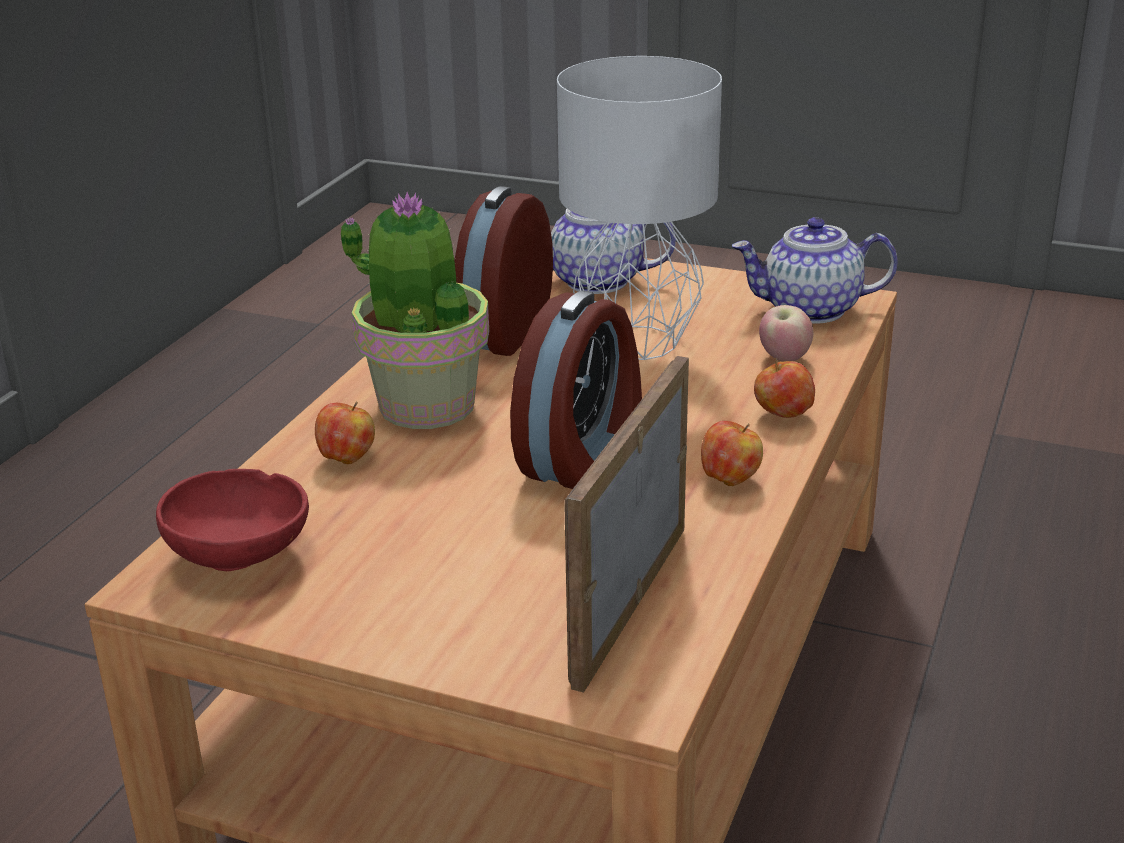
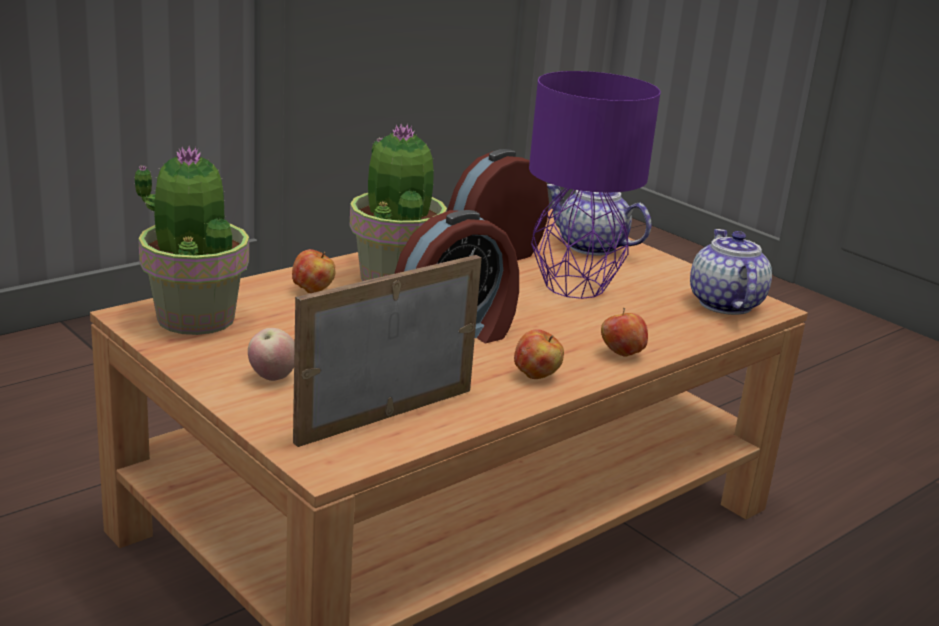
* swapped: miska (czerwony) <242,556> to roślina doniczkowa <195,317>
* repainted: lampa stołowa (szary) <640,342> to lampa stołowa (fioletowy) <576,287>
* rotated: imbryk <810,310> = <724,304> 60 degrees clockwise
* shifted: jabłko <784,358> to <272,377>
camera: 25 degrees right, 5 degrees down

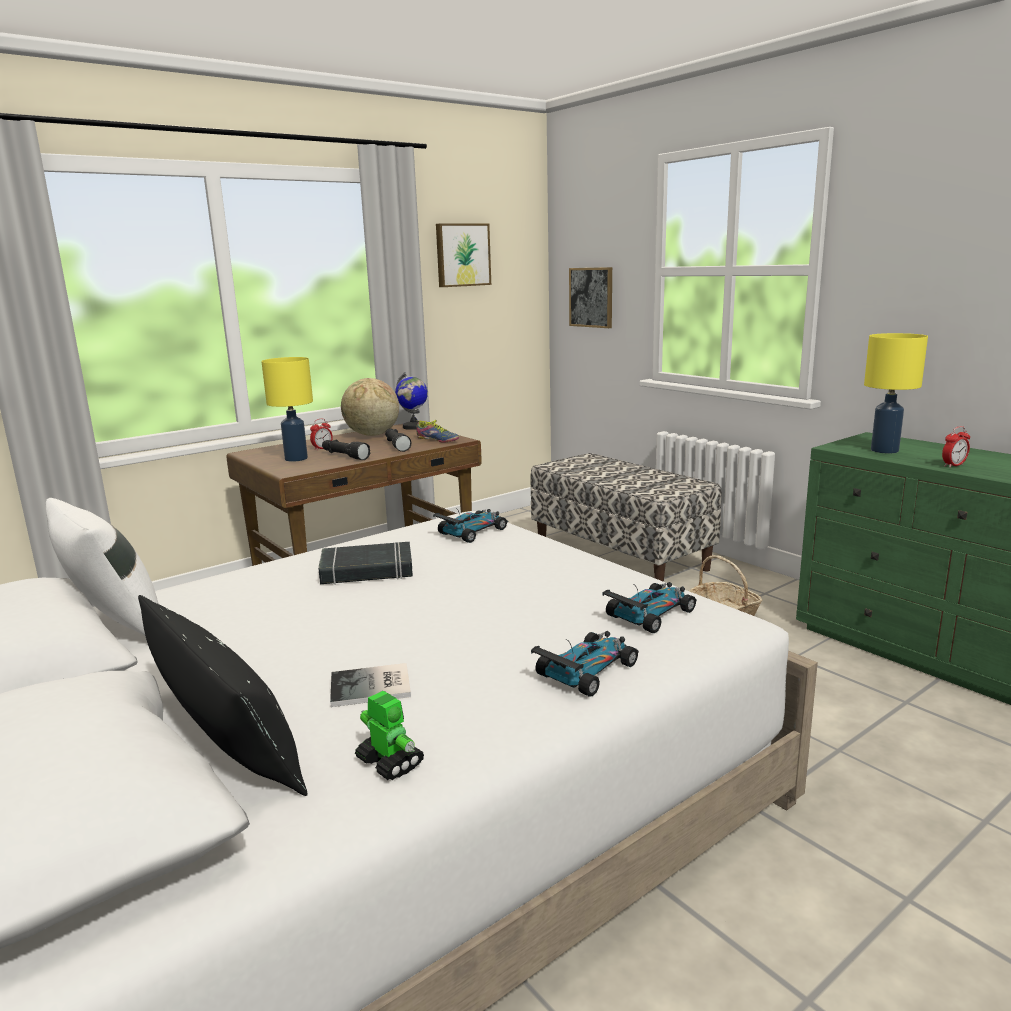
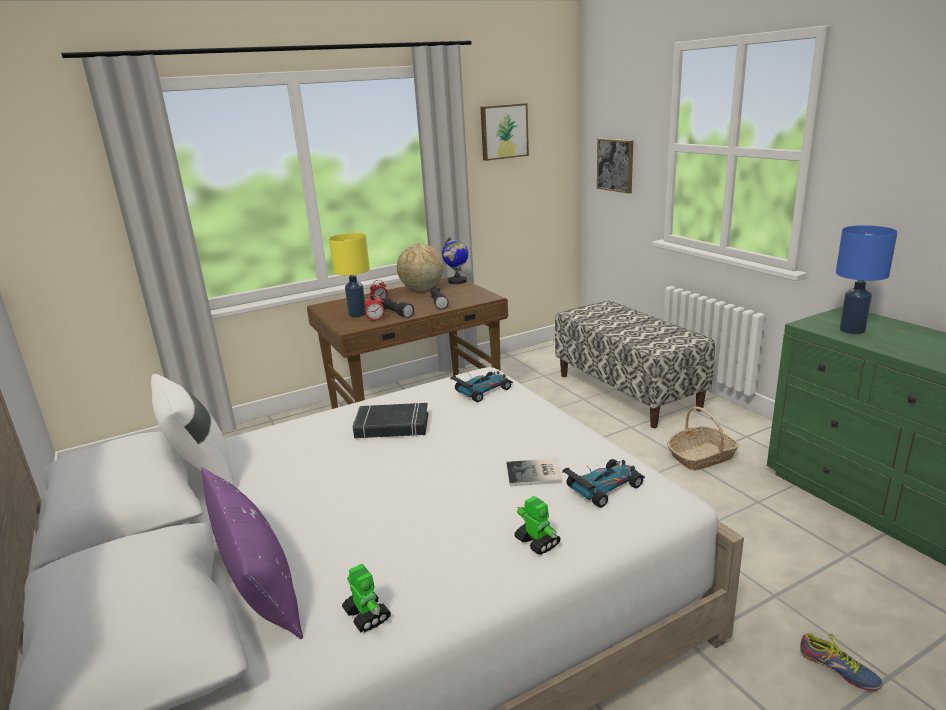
* repainted: poduszka (czarny) <226,738> to poduszka (fioletowy) <257,580>
* shifted: książka <373,687> to <535,474>
* shifted: but <436,440> to <838,671>
* swapped: samochodzik <587,671> to robot zabawkowy <537,542>
* repainted: lampa stołowa (żółty) <885,450> to lampa stołowa (niebieski) <853,330>
* shifted: budzik <953,465> to <375,320>
camera: 10 degrees right, 5 degrees up

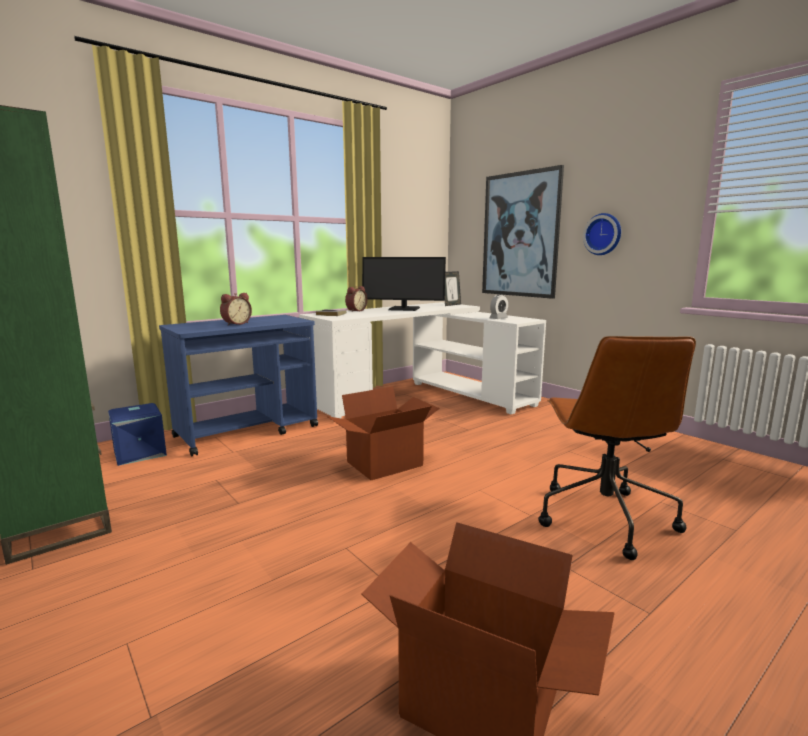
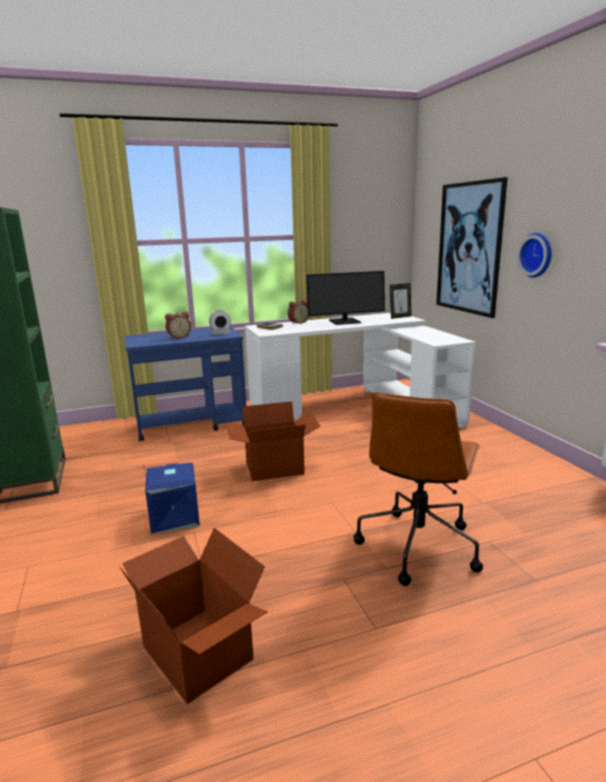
* shifted: pojemnik do przechowywania (niebieski) <138,453> to <174,517>
* rotated: monitor <404,309> = <345,321> 45 degrees counterclockwise
* shifted: budzik <498,318> to <221,333>
camera: 20 degrees right, 5 degrees up

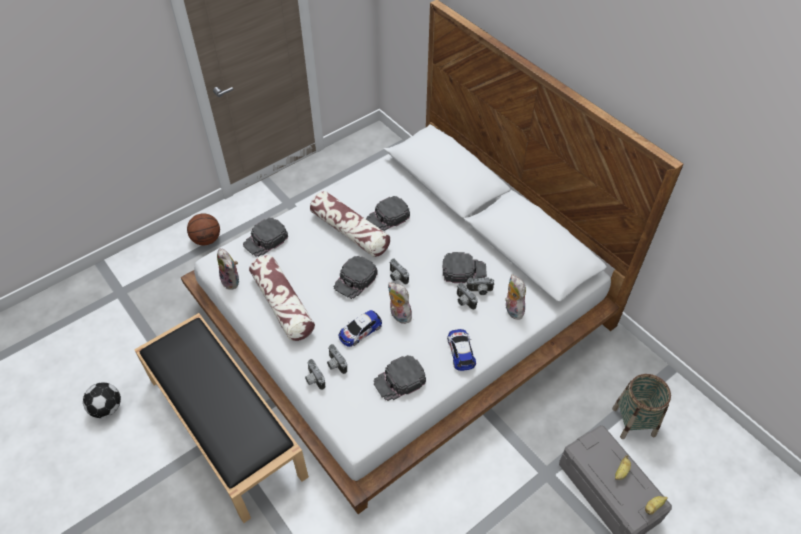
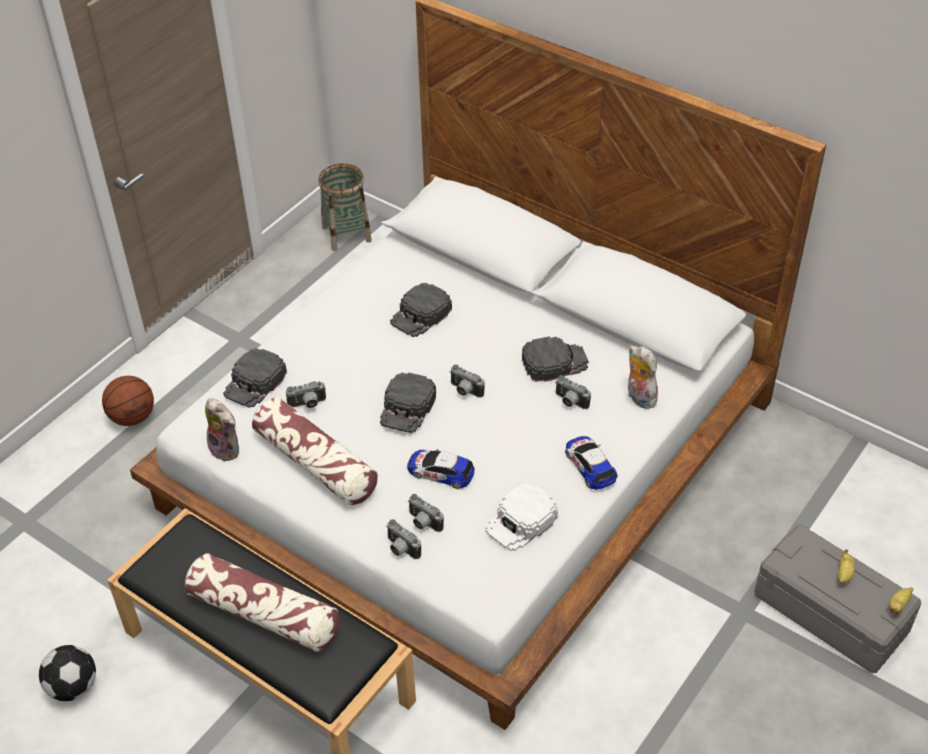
* shifted: poduszka <350,232> to <264,614>
* rotated: samochodzik <360,331> = <440,472> 75 degrees clockwise
* repainted: czapka z daszkiem (czarny) <399,381> to czapka z daszkiem (biały) <521,522>
* gone: pluszak <398,315>
* shifted: aparat fotograficzny <479,291> to <308,404>
* shifted: koszyk <633,421> to <346,234>
camera: 15 degrees left, 5 degrees down

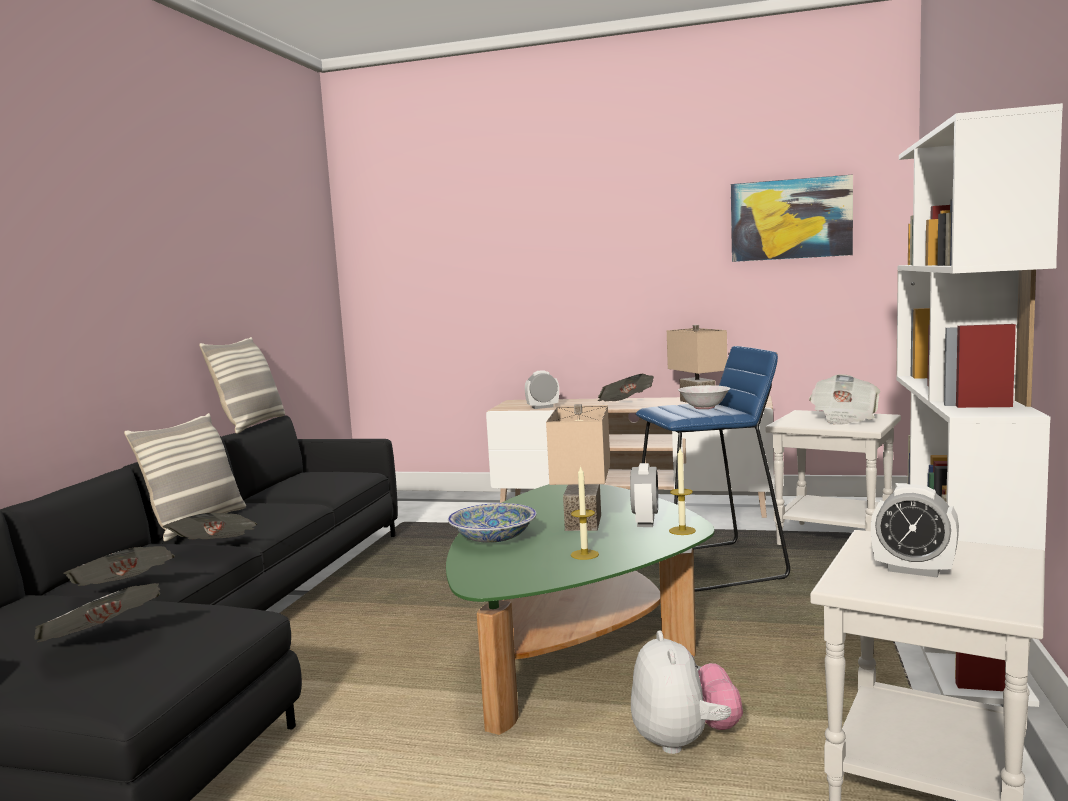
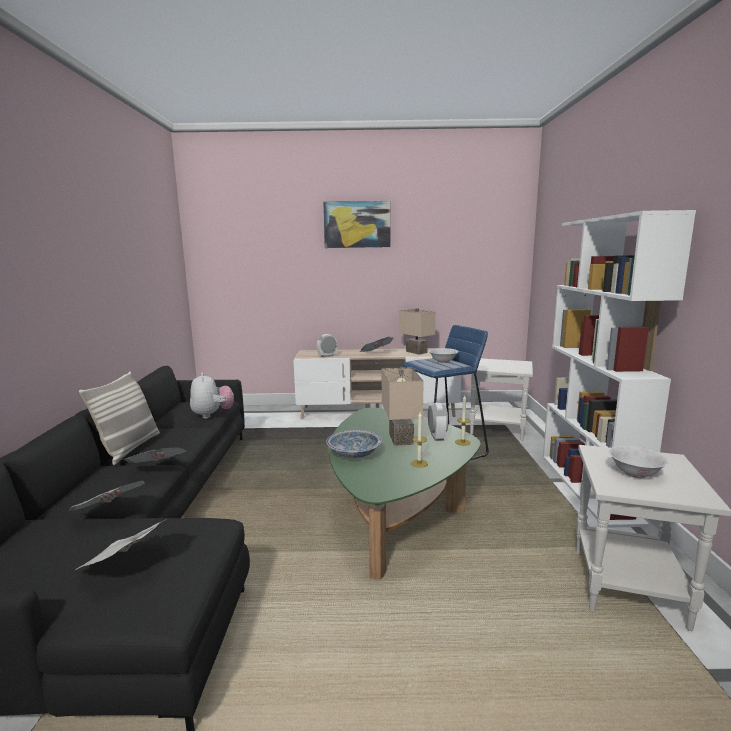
* gone: poduszka <251,425>
* shifted: pluszak <684,742> to <212,415>
* shifted: obraz <790,219> to <357,224>
* gone: gazeta <844,418>
* swapped: budzik <913,570> to miska (biały) <635,473>
camera: 15 degrees left, 5 degrees up

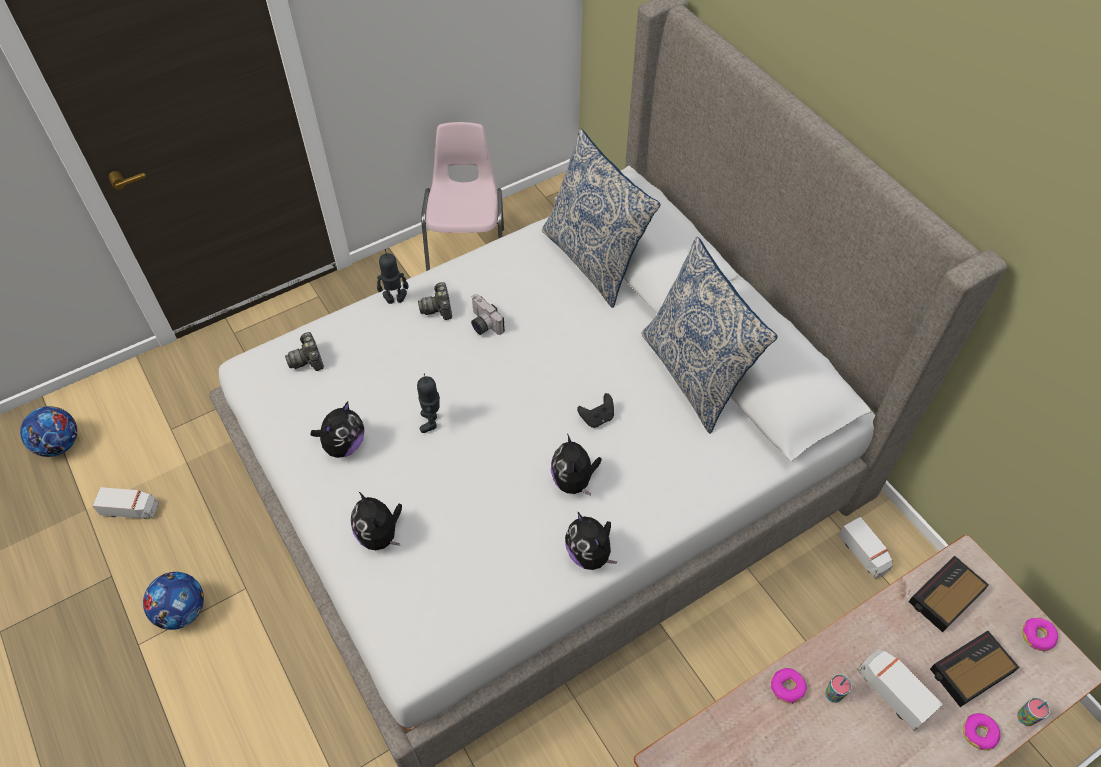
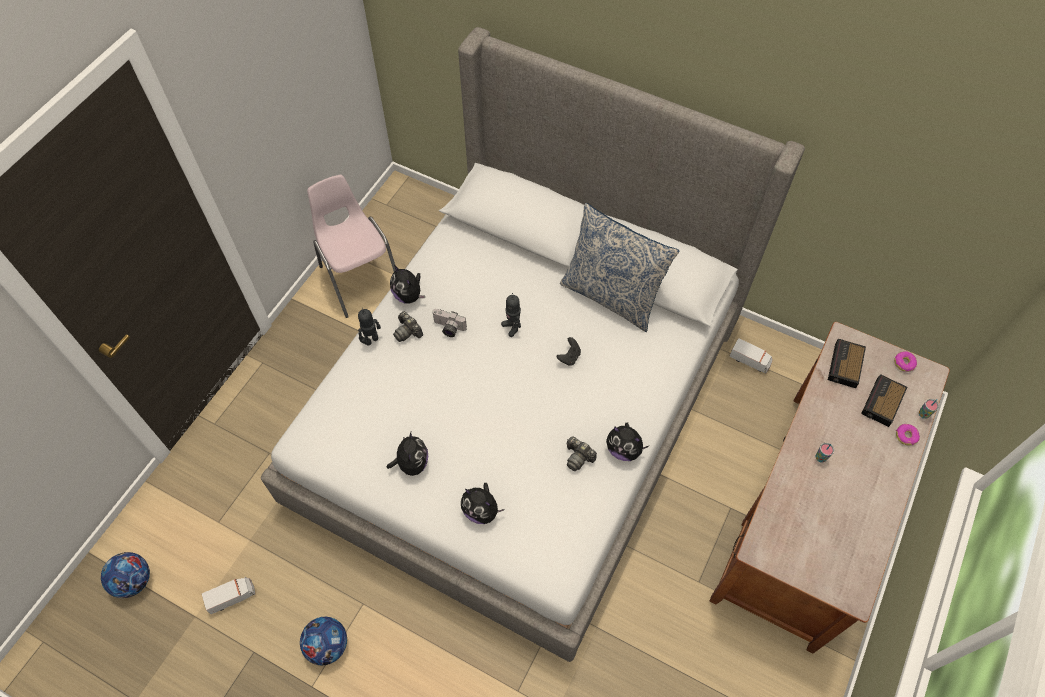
* shifted: aparat fotograficzny <307,359> to <578,457>
* shifted: robot zabawkowy <431,421> to <512,327>
* gone: poduszka <594,259>
* shifted: pluszak <574,481> to <409,295>
* gone: donut <787,687>
* gone: ciężarówka zabawkowa <892,692>
camera: 30 degrees left, 5 degrees up

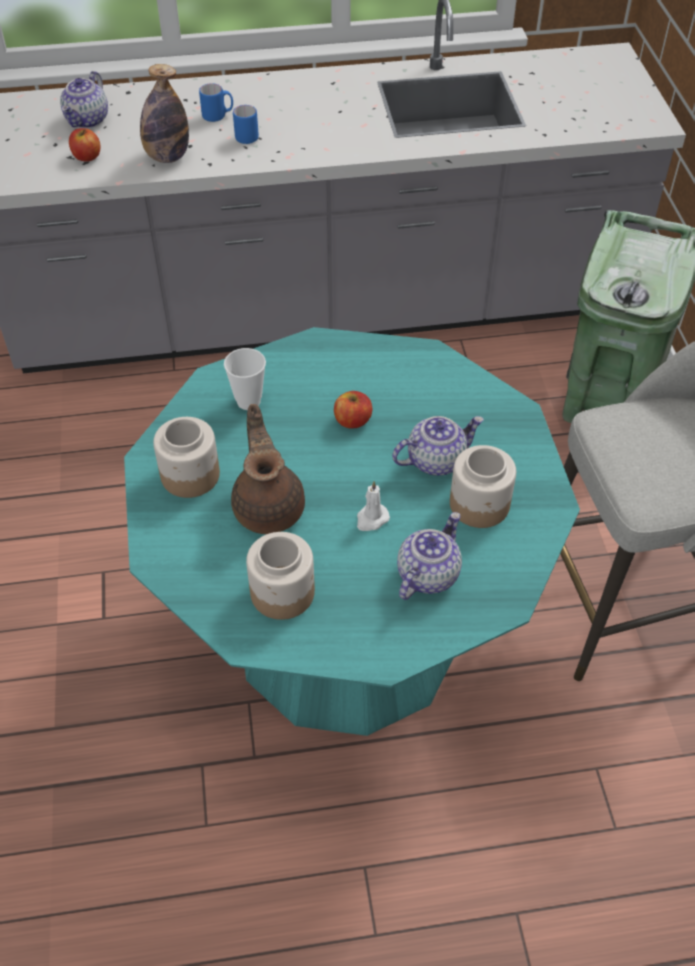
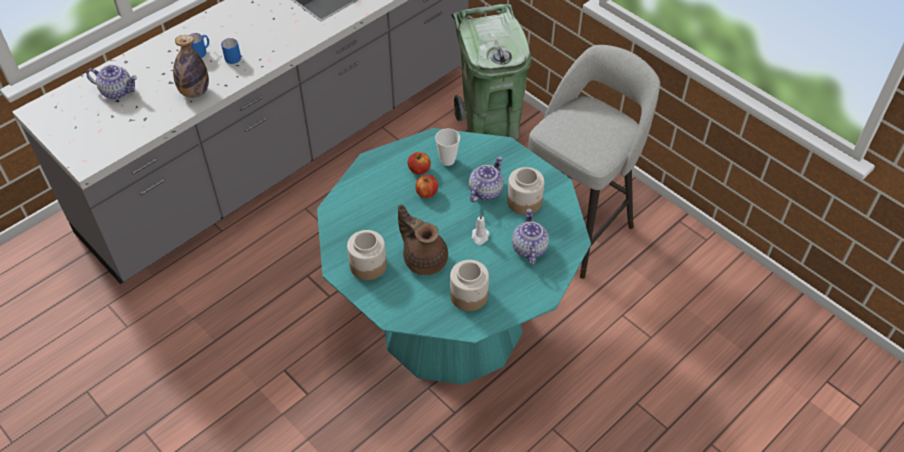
* rotated: imbryk <88,120> = <118,91> 60 degrees counterclockwise
* shifted: jabłko <87,157> to <419,170>
* shifted: filiżanka <248,401> to <447,160>
camera: 35 degrees left, 0 degrees up

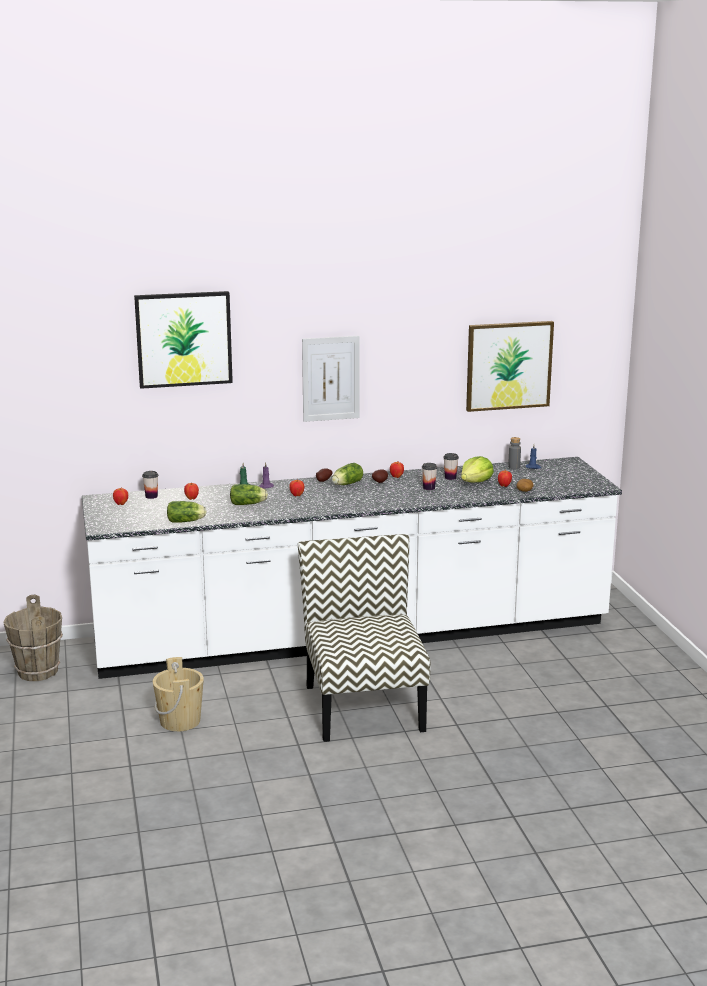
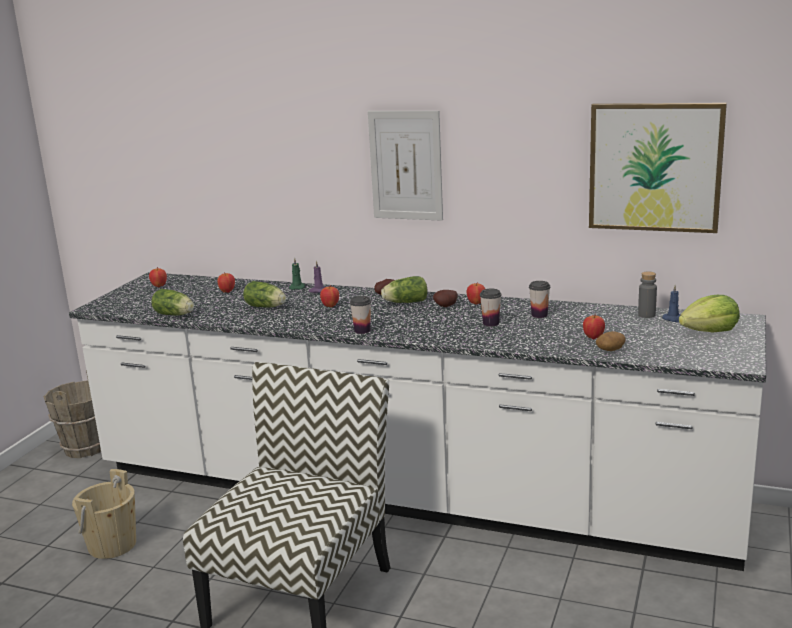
* gone: obraz <184,339>
* shifted: filiżanka <151,496> to <362,330>
* shifted: sałata <475,482> to <709,332>
camera: 35 degrees right, 0 degrees up

